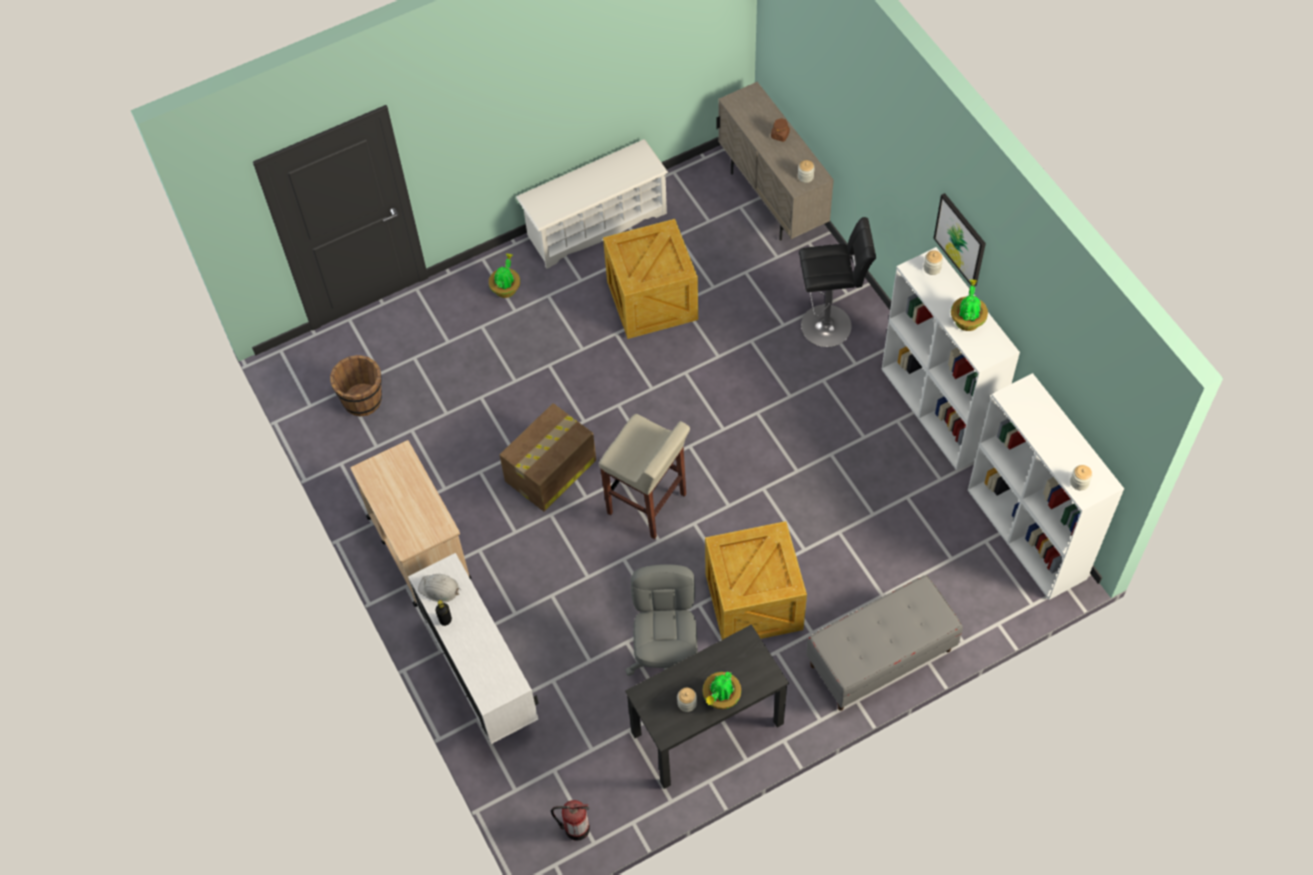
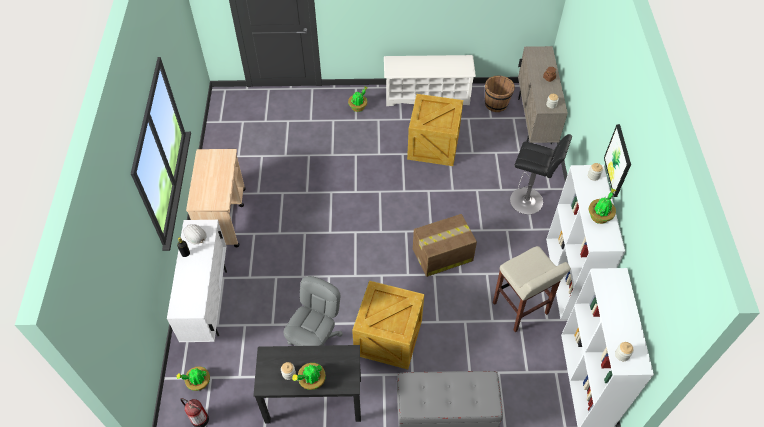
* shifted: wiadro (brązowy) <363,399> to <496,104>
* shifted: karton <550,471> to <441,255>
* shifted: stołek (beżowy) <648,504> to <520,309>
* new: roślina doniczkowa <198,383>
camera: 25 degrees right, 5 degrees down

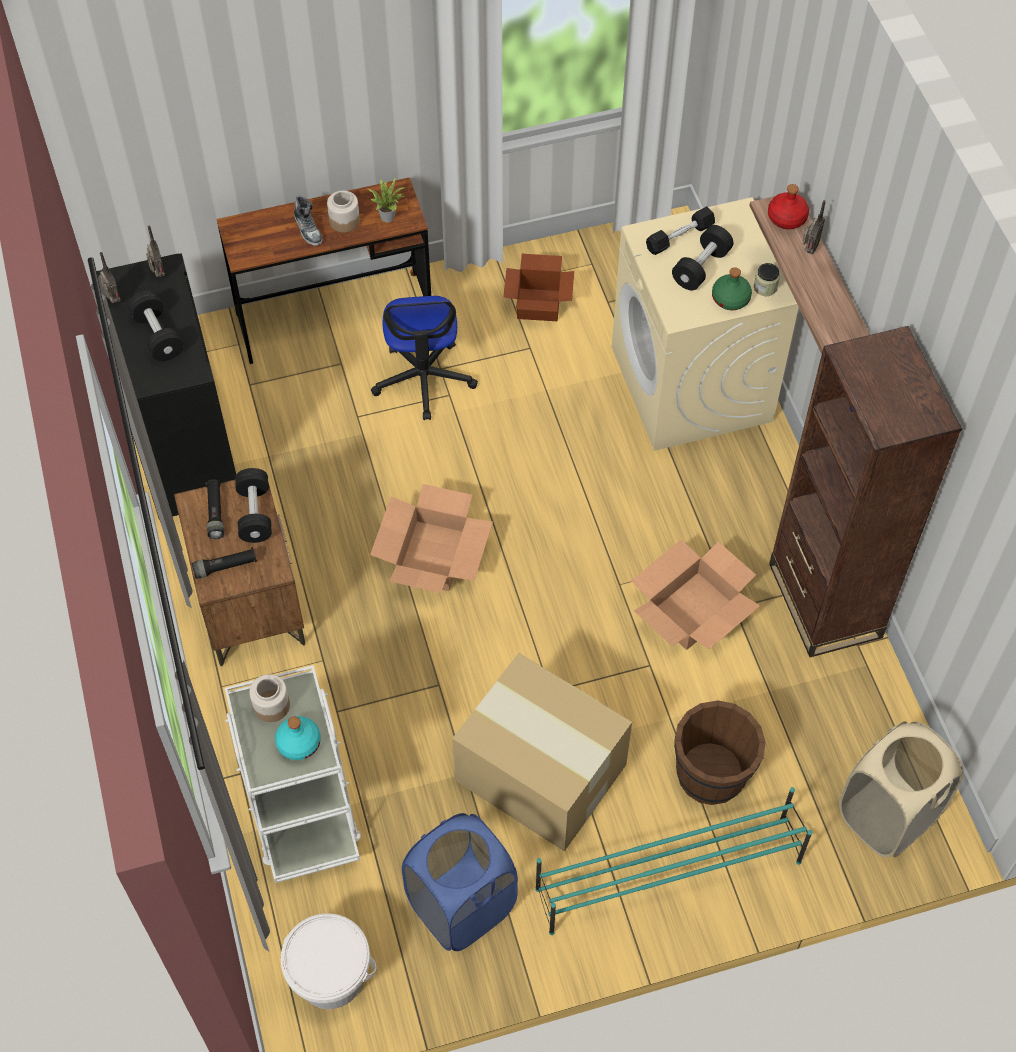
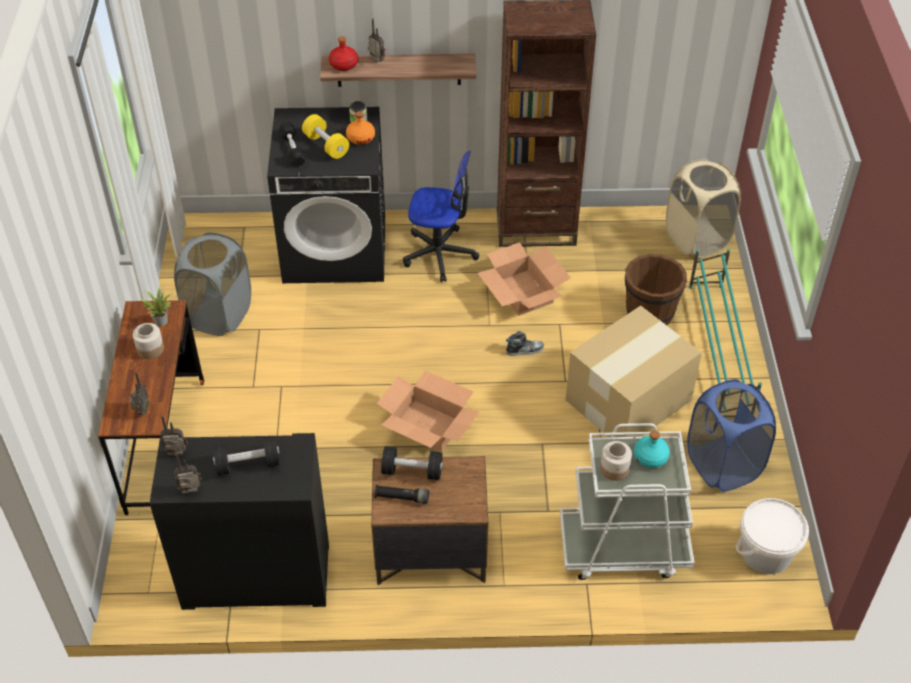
* gone: latarka (czarny) <225,567>
* shifted: but <308,229> to <524,350>
* shifted: krzesło biurowe <423,379> to <439,254>
* swapped: karton <539,303> to kosz na pranie (szary) <219,314>
* repainted: pralka (beżowy) <692,385> to pralka (czarny) <336,249>
* repainted: hantel (czarny) <701,267> to hantel (żółty) <326,145>
* repainted: butelka (zielony) <731,298> to butelka (pomarańczowy) <360,138>
* new: radio <141,412>
camera: 75 degrees left, 10 degrees down

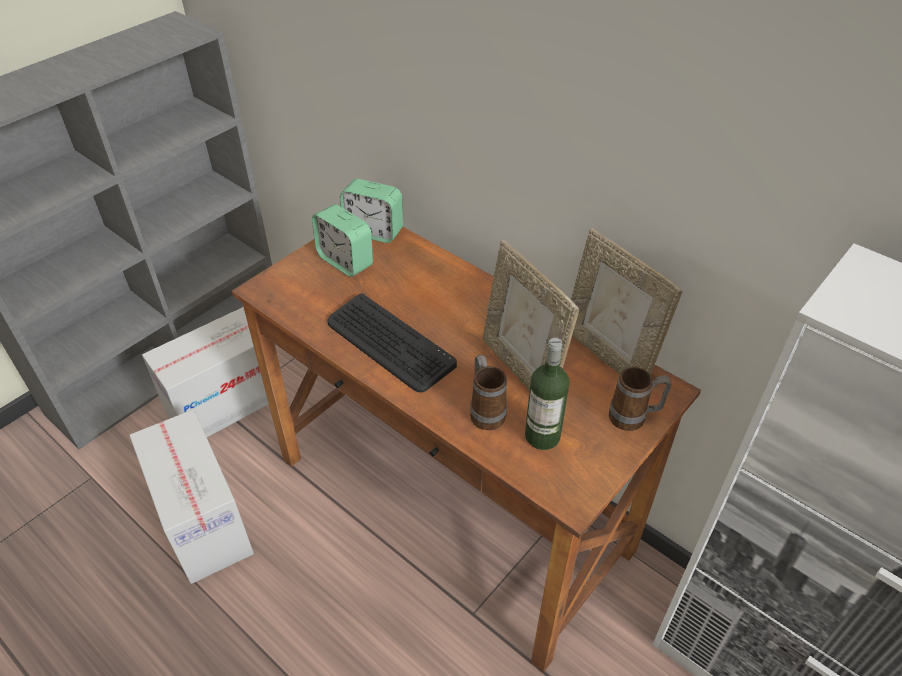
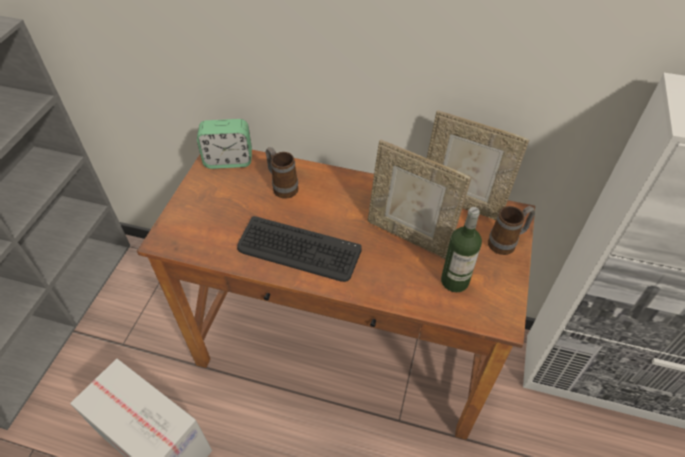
* gone: karton <226,403>
* gone: budzik <345,261>
* shifted: kubek <485,411> to <282,187>
camera: 25 degrees left, 5 degrees up

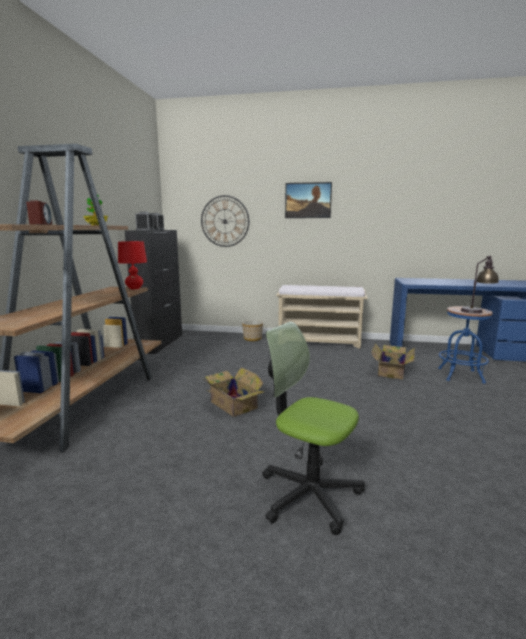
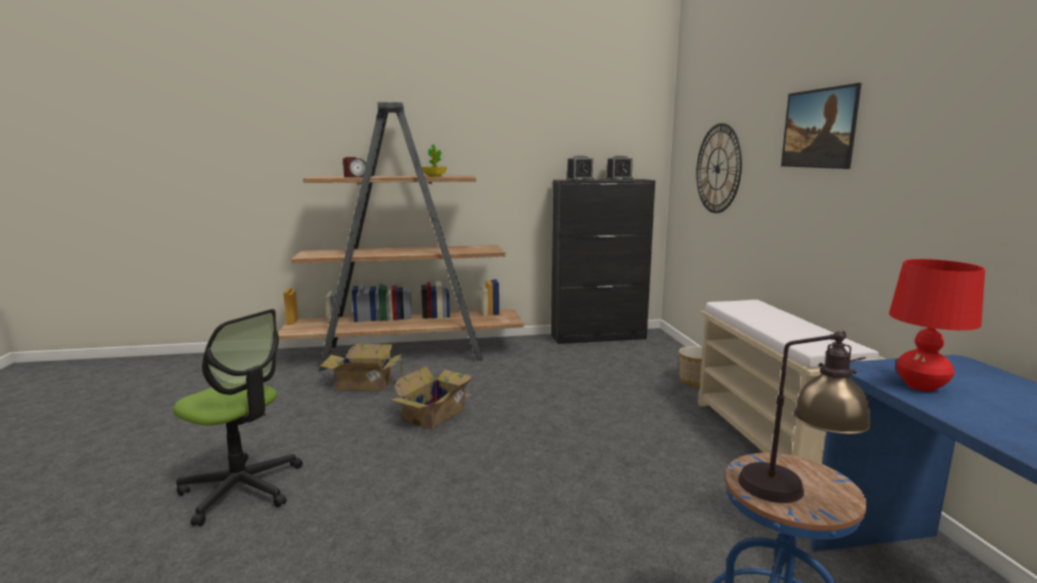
* shifted: lampa stołowa (czerwony) <134,288> to <921,386>
* rotated: krzesło biurowe <309,494> = <242,489> 105 degrees clockwise
* shifted: karton <392,371> to <366,385>
camera: 70 degrees right, 0 degrees up

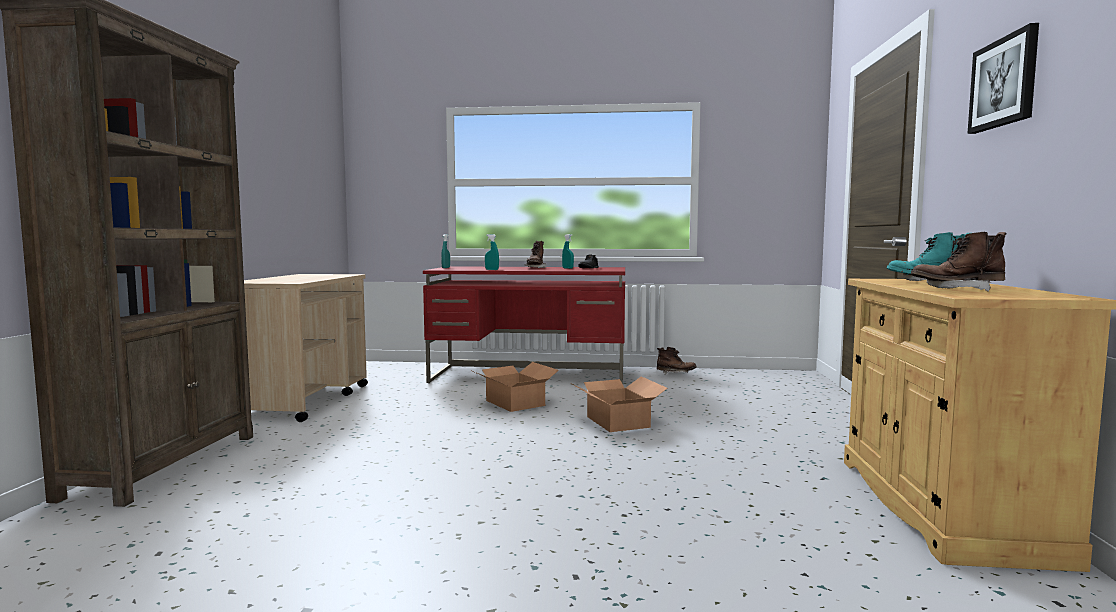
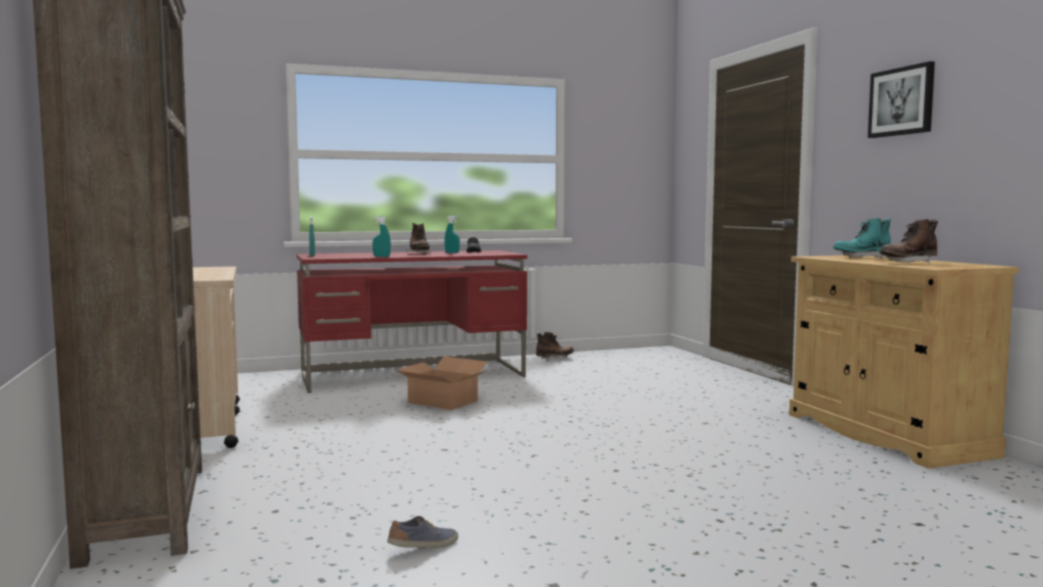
* gone: karton <618,421>
* new: but <424,547>
camera: 25 degrees left, 0 degrees up

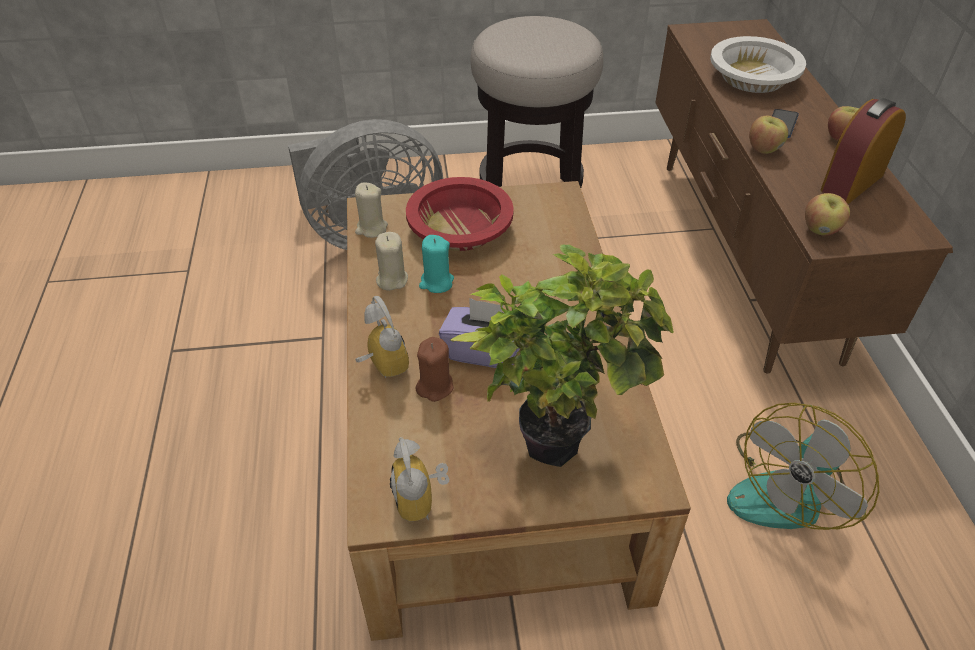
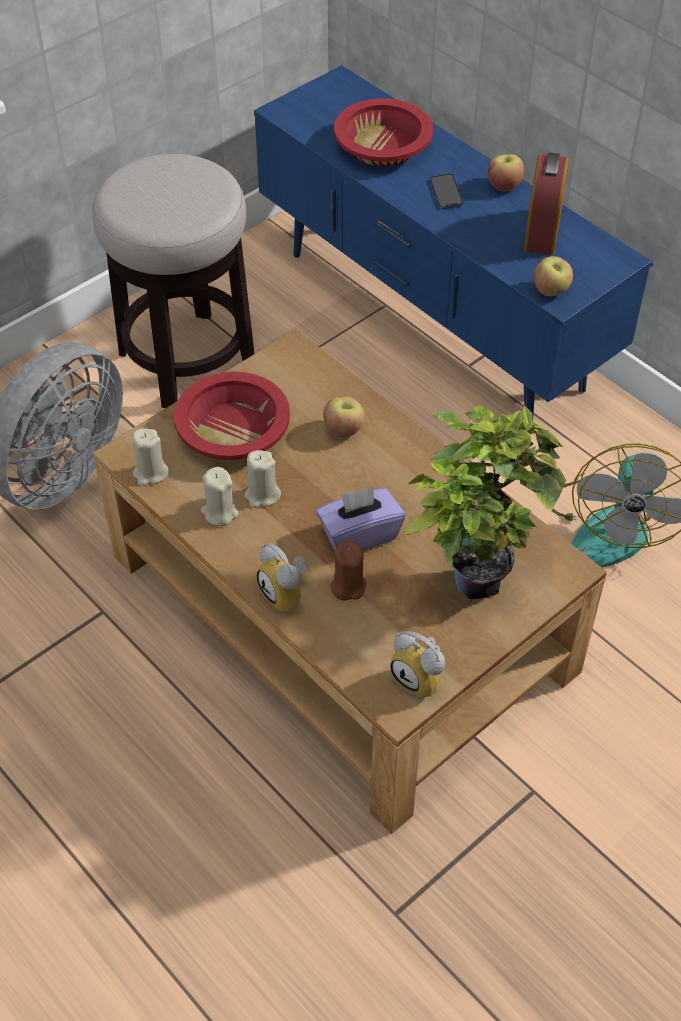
* rotated: budzik <381,367> = <287,594> 150 degrees counterclockwise
* repainted: świeca (turkusowy) <436,282> to świeca (beżowy) <262,495>
* repainted: szafka pod telewizor (brązowy) <742,255> to szafka pod telewizor (niebieski) <431,322>
* repainted: miska (biały) <752,77> to miska (czerwony) <382,146>
* shifted: jabłko <764,149> to <344,429>
camera: 35 degrees left, 5 degrees up

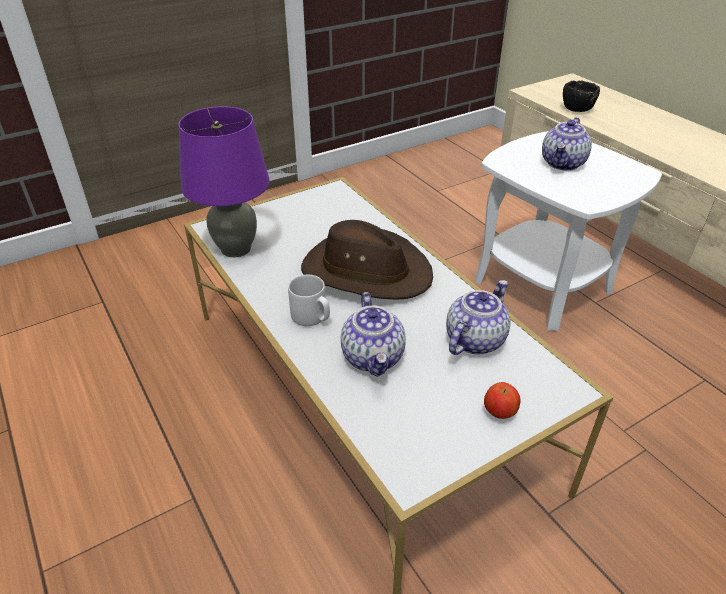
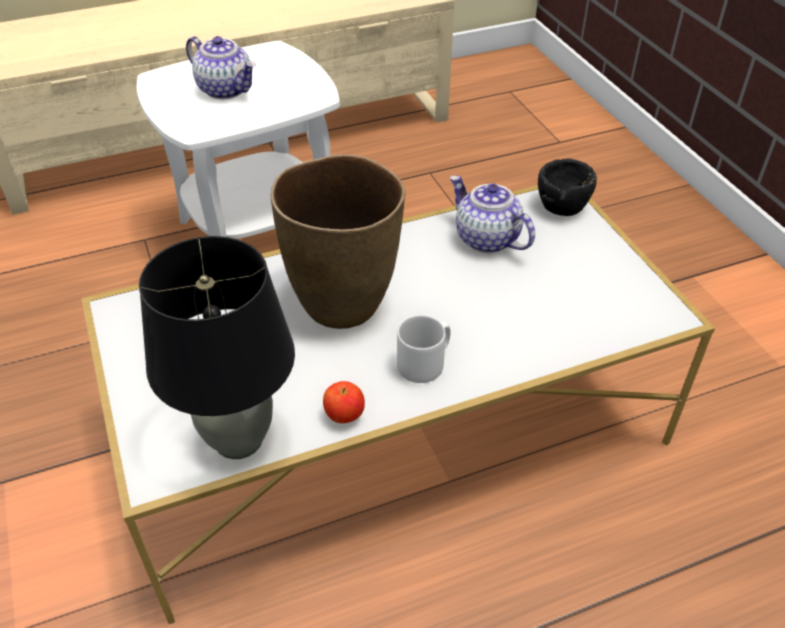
* repainted: lampa stołowa (fioletowy) <236,249> to lampa stołowa (czarny) <239,439>
* swapped: kapelusz (brązowy) <366,271> to wazon (brązowy) <343,303>
* gone: imbryk <374,357>
* shifted: jabłko <499,412> to <344,415>
* shifted: miska (czarny) <577,109> to <562,205>
camera: 80 degrees left, 5 degrees up

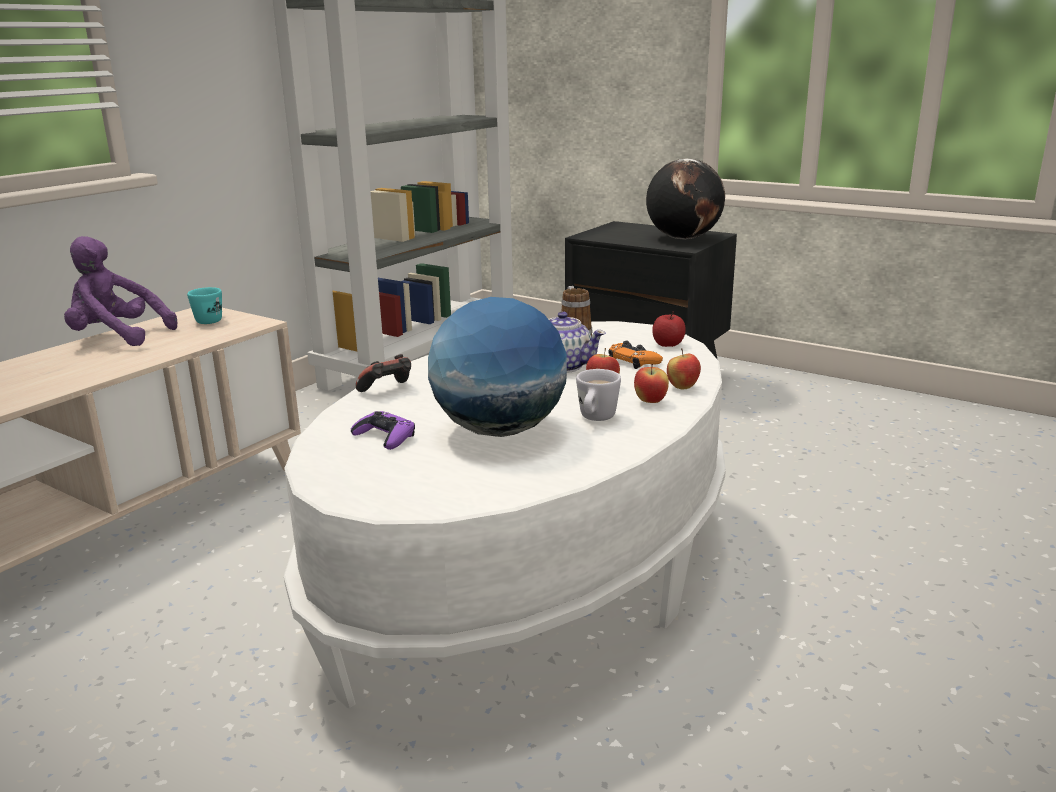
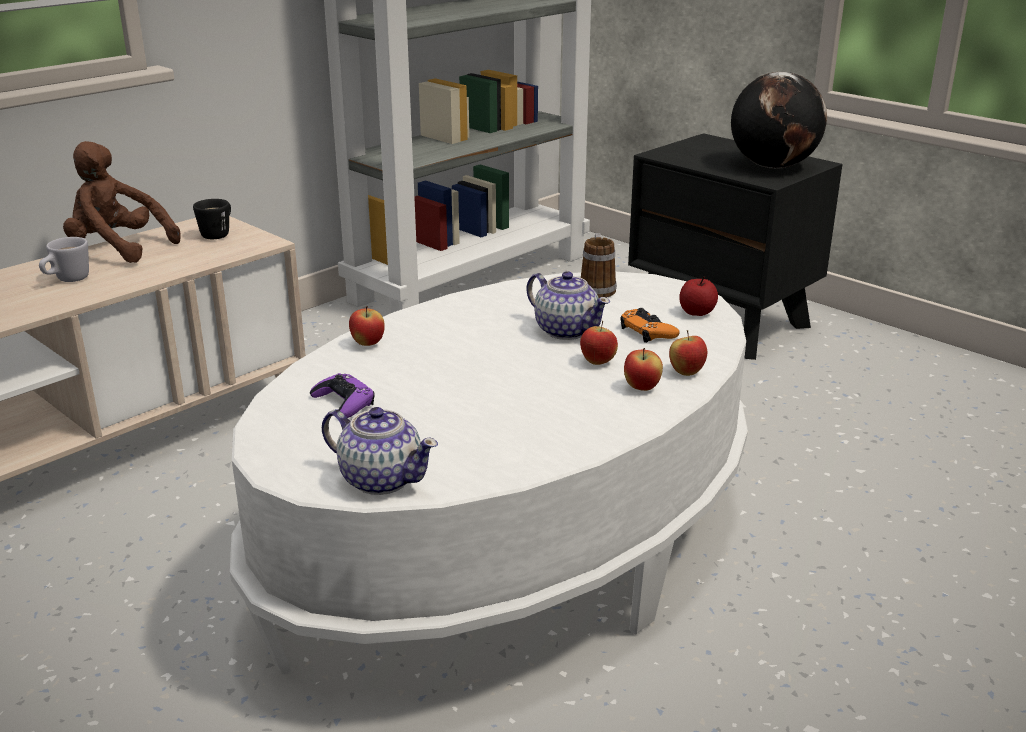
* repainted: pluszak (fioletowy) <117,337> to pluszak (brązowy) <118,249>
* repainted: kubek (turkusowy) <212,319> to kubek (czarny) <218,234>
* swapped: pad do gier <387,390> to jabłko <367,344>
* gone: globus <499,430>
* shifted: kubek (biały) <595,419> to <67,280>
* new: imbryk <381,479>
camera: 10 degrees right, 5 degrees up

